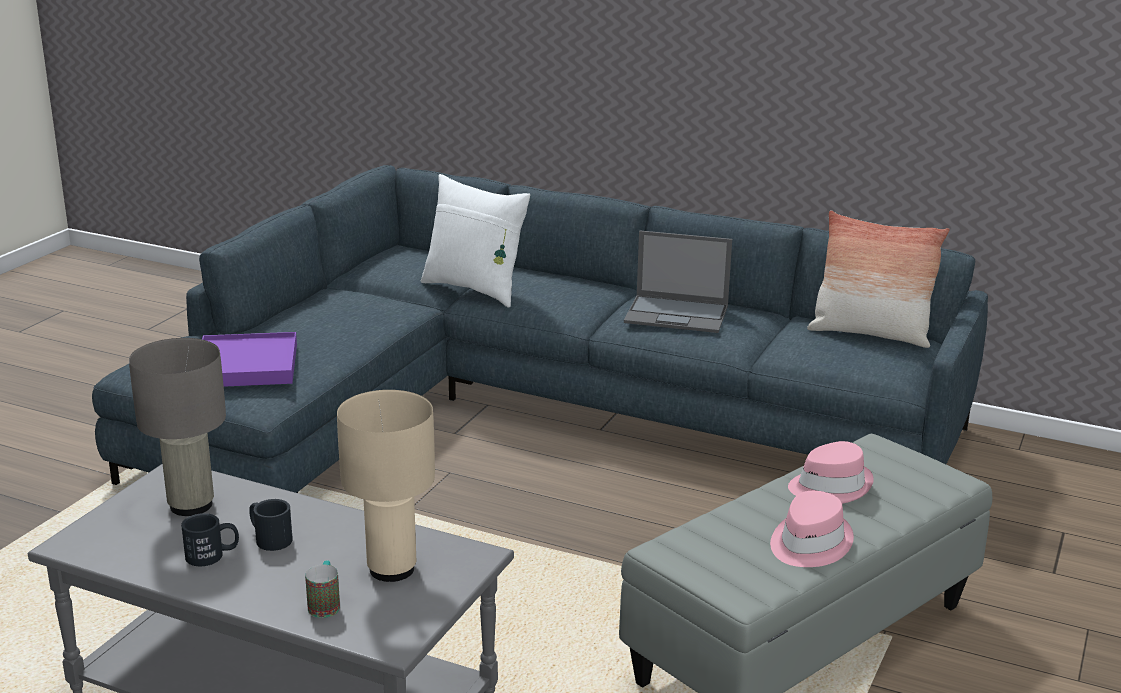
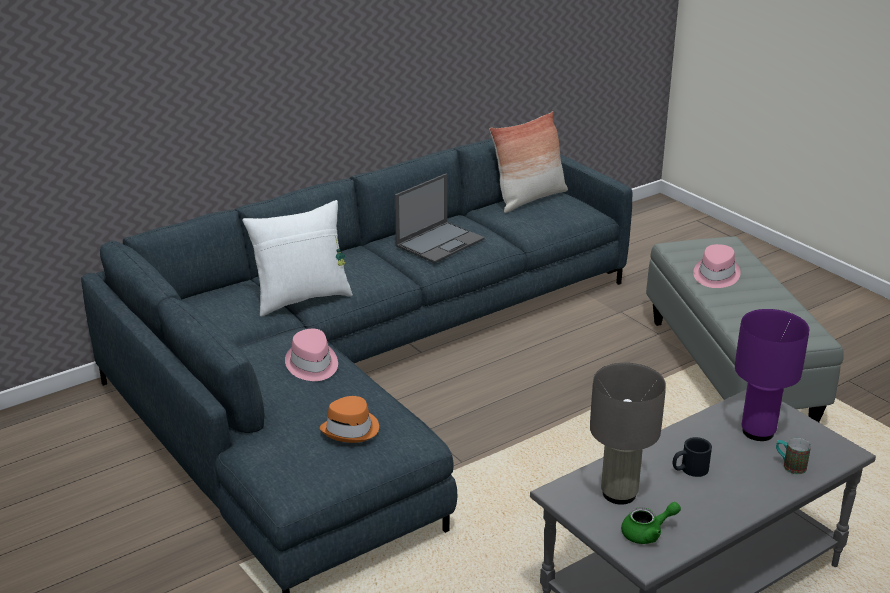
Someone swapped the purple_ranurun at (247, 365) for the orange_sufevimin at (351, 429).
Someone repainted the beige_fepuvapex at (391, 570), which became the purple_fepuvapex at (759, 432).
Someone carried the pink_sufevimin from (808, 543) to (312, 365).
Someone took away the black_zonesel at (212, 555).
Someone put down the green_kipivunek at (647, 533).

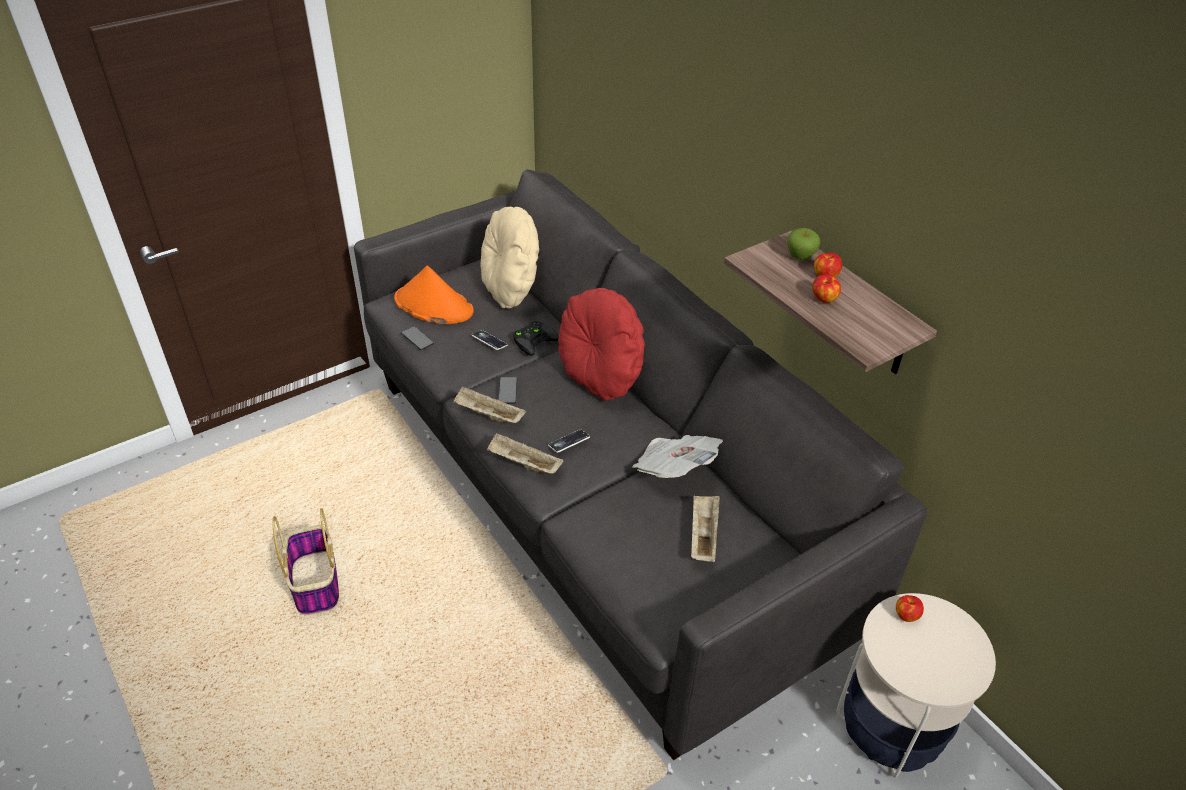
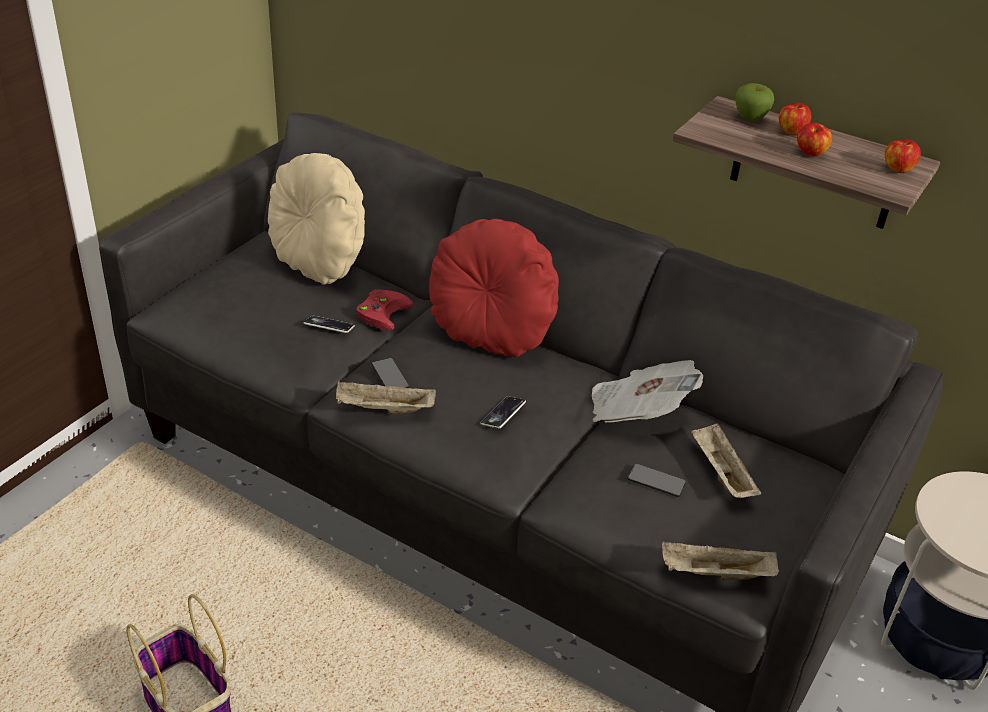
Someone took away the orange_sufevimin at (433, 306).
Someone repainted the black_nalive at (534, 339), which became the red_nalive at (382, 311).
Someone carried the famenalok from (417, 339) to (656, 481).
Someone carried the beige_ranurun from (523, 464) to (715, 574).
Someone carried the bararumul from (906, 615) to (897, 169).

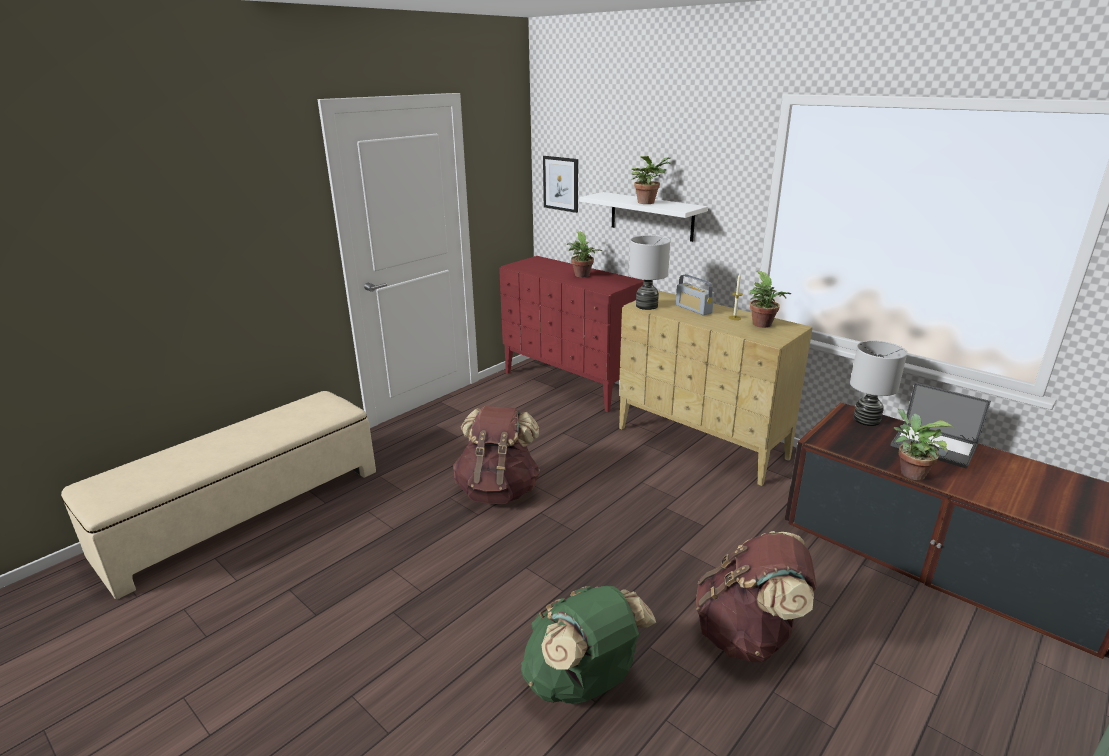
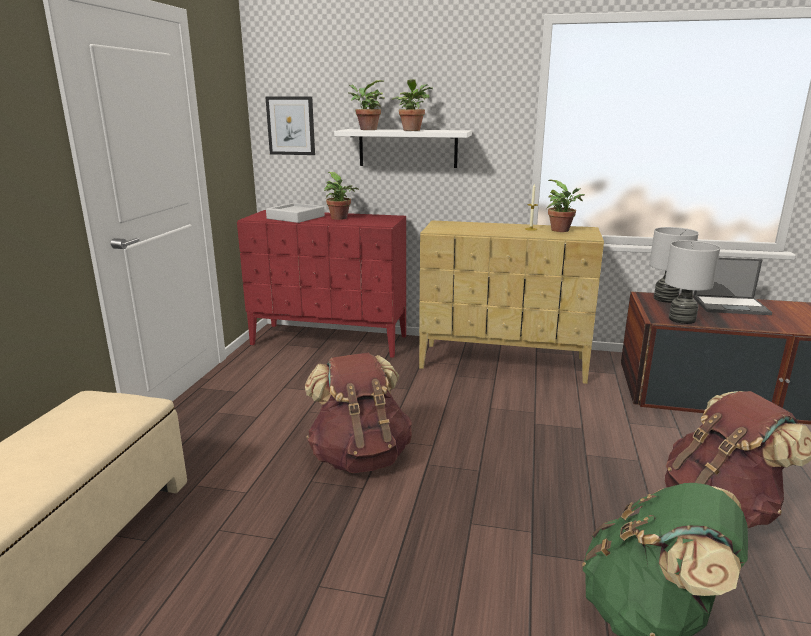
Someone carried the grey_fepuvapex from (647, 306) to (682, 319).
Someone took away the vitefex at (693, 309).
Someone carried the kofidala from (909, 473) to (366, 129).
Someone put down the grey_ranurun at (295, 217).

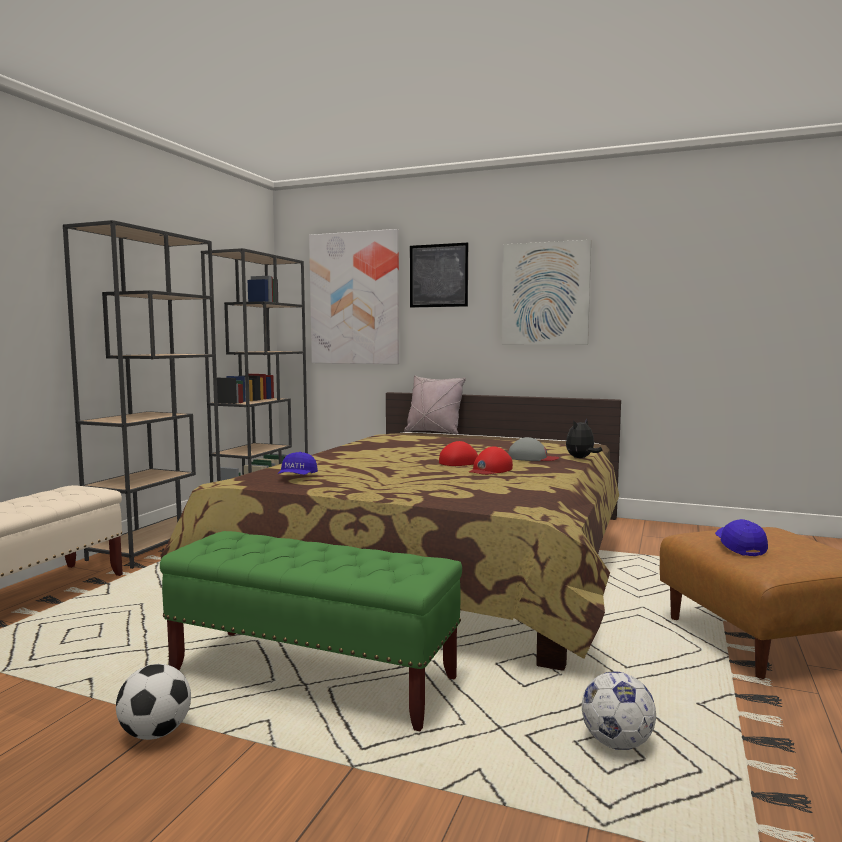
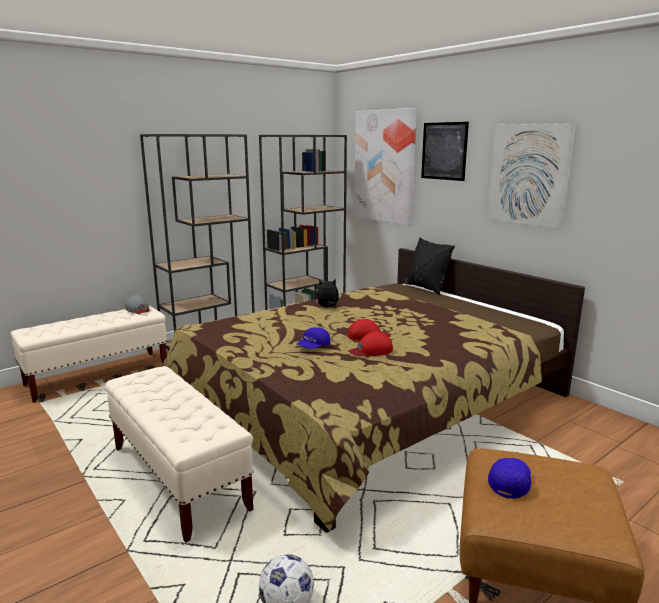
Someone repainted the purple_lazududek at (433, 432), which became the black_lazududek at (426, 288).
Someone carried the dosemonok from (581, 458) to (327, 307).
Someone carried the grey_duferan from (532, 458) to (138, 309).
Someone carried the blue_duferan from (297, 477) to (313, 347).
Someone repainted the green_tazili at (313, 676), which became the beige_tazili at (178, 477).
Someone took away the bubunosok at (155, 733).

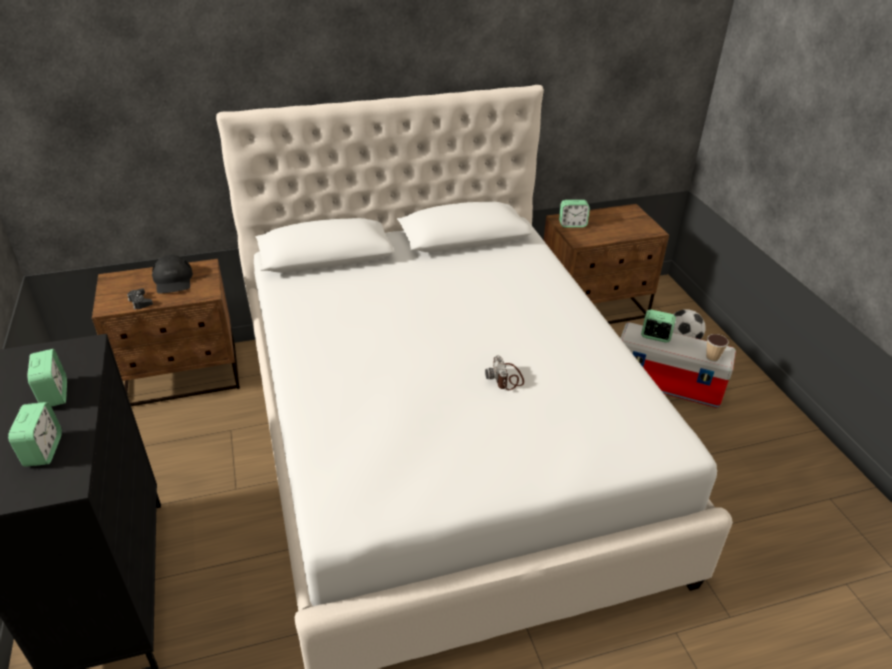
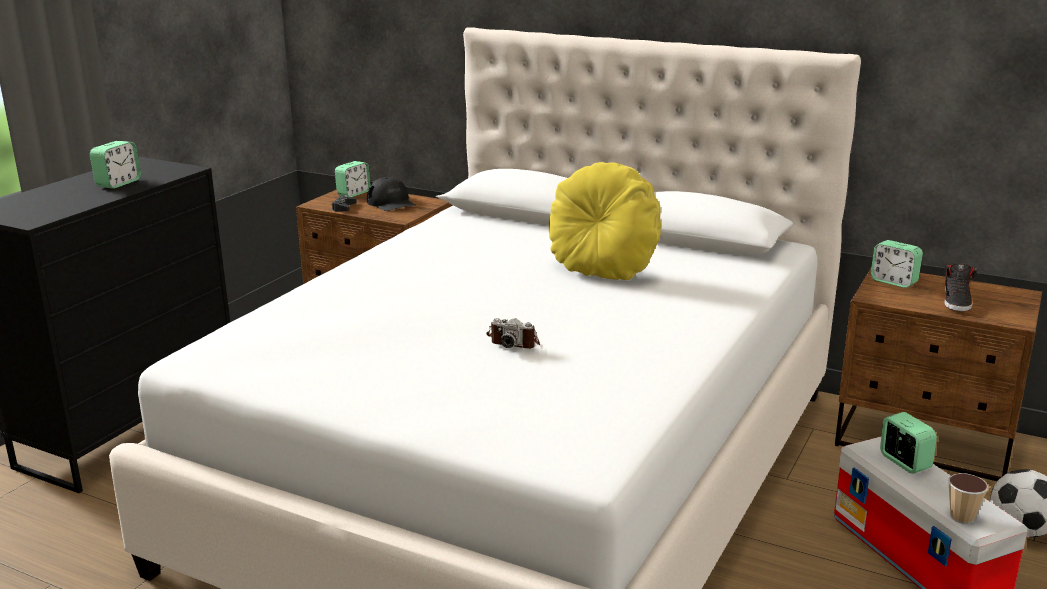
Someone rotated the black_duferan at (173, 280) by 60 degrees counterclockwise.
Someone rotated the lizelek at (506, 378) by 105 degrees counterclockwise.
Someone carried the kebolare from (43, 450) to (353, 193).
Someone put down the yellow_lazududek at (603, 272).
Someone put down the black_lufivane at (956, 301).

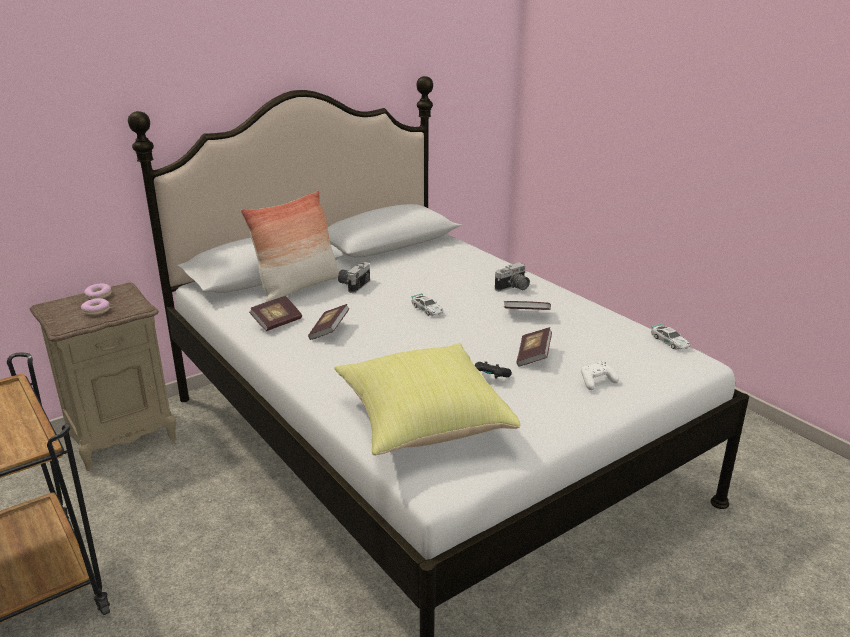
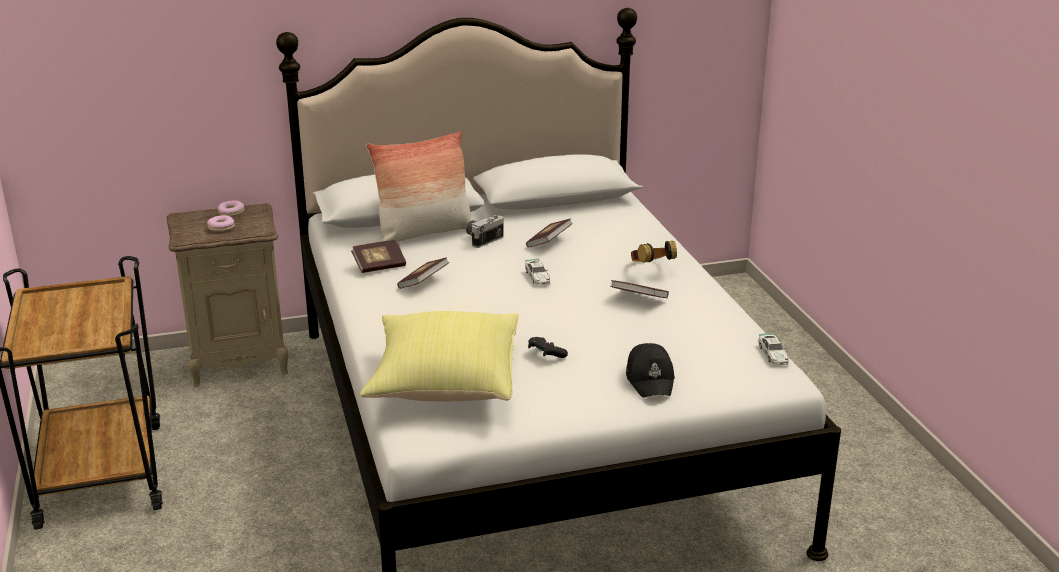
Someone swapped the lizelek at (513, 288) for the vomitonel at (651, 269).
Someone carried the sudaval from (533, 356) to (549, 242).
Someone swapped the white_nalive at (597, 382) for the black_duferan at (650, 379).

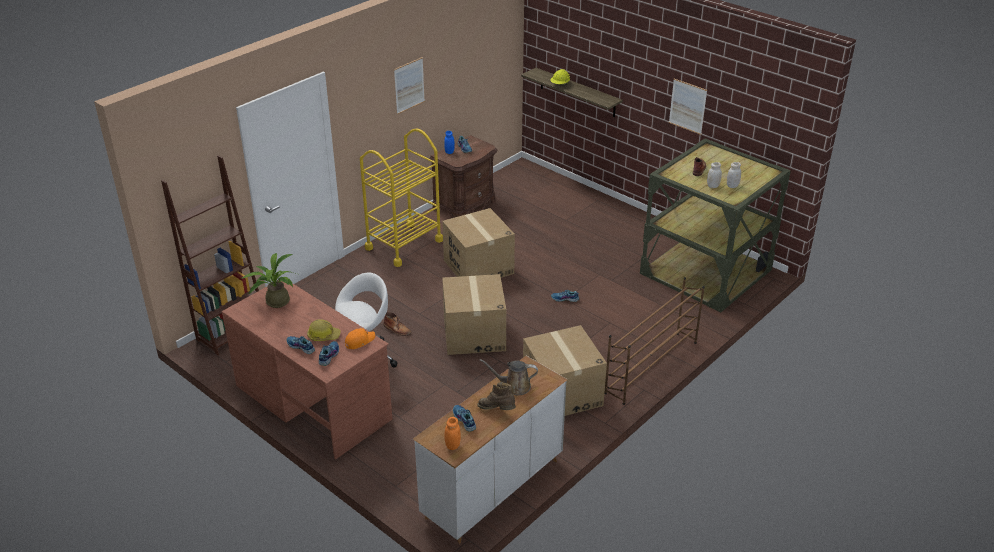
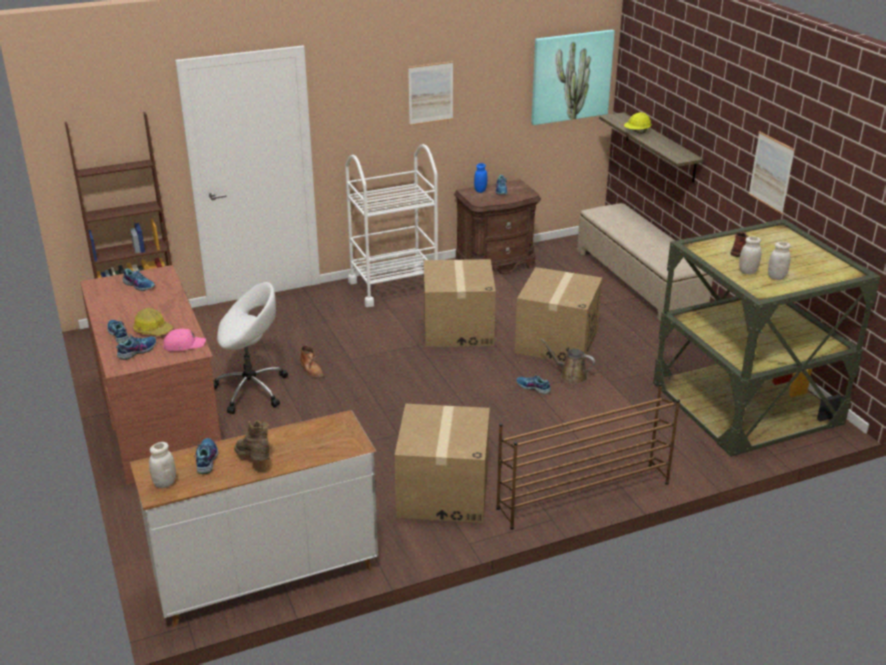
Someone repainted the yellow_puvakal at (404, 244), which became the white_puvakal at (393, 287).
Someone swapped the kofidala at (274, 301) for the lufivane at (139, 285).
Someone carried the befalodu from (474, 334) to (556, 341).
Someone repainted the orange_duferan at (359, 341), which became the pink_duferan at (183, 345).
Someone carried the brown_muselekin from (514, 386) to (570, 376).
Someone repainted the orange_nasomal at (452, 445), which became the white_nasomal at (165, 483).
Someone put up the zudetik at (571, 76).
Someone put down the beige_tazili at (639, 281).

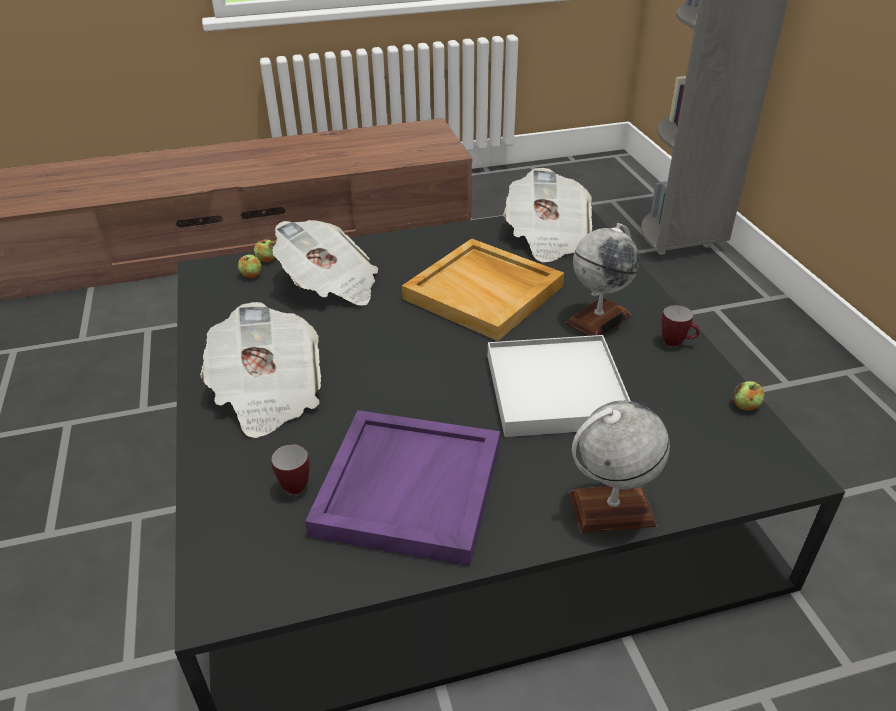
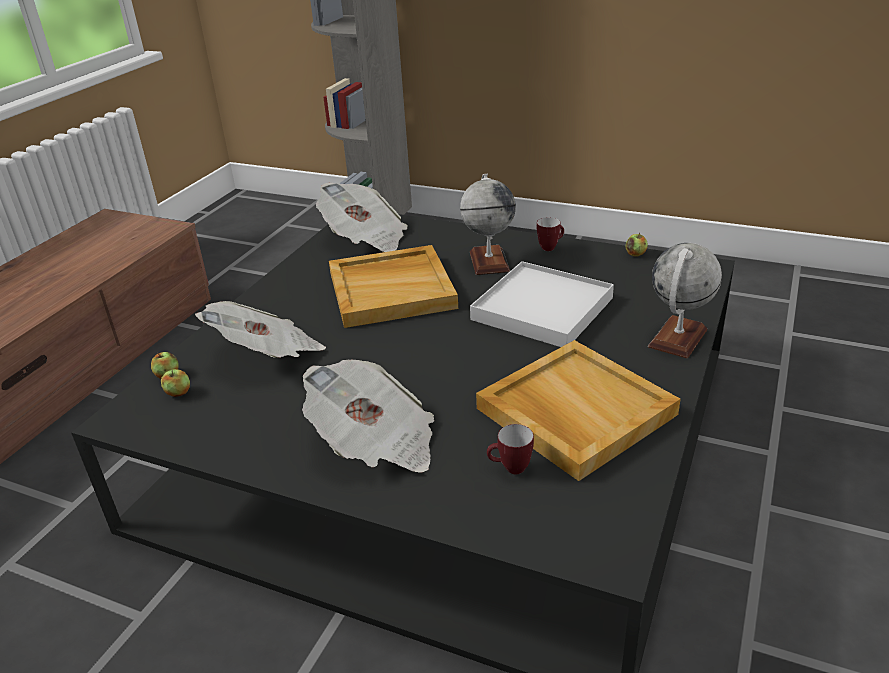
Someone repainted the purple_ranurun at (408, 487), which became the beige_ranurun at (573, 411).

